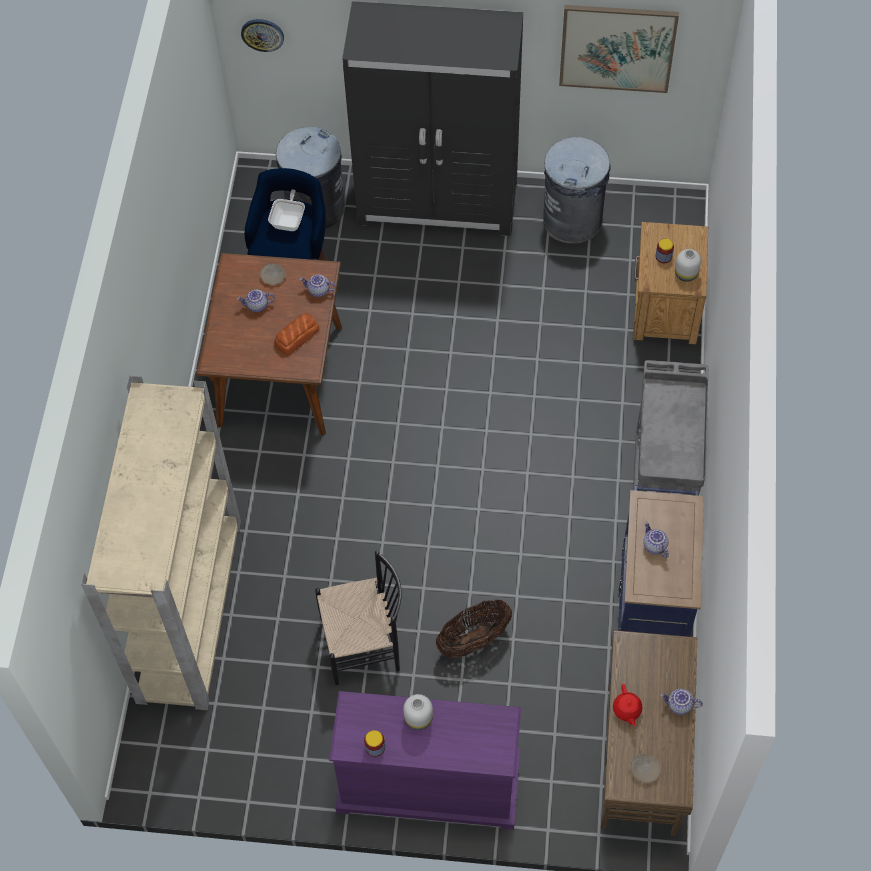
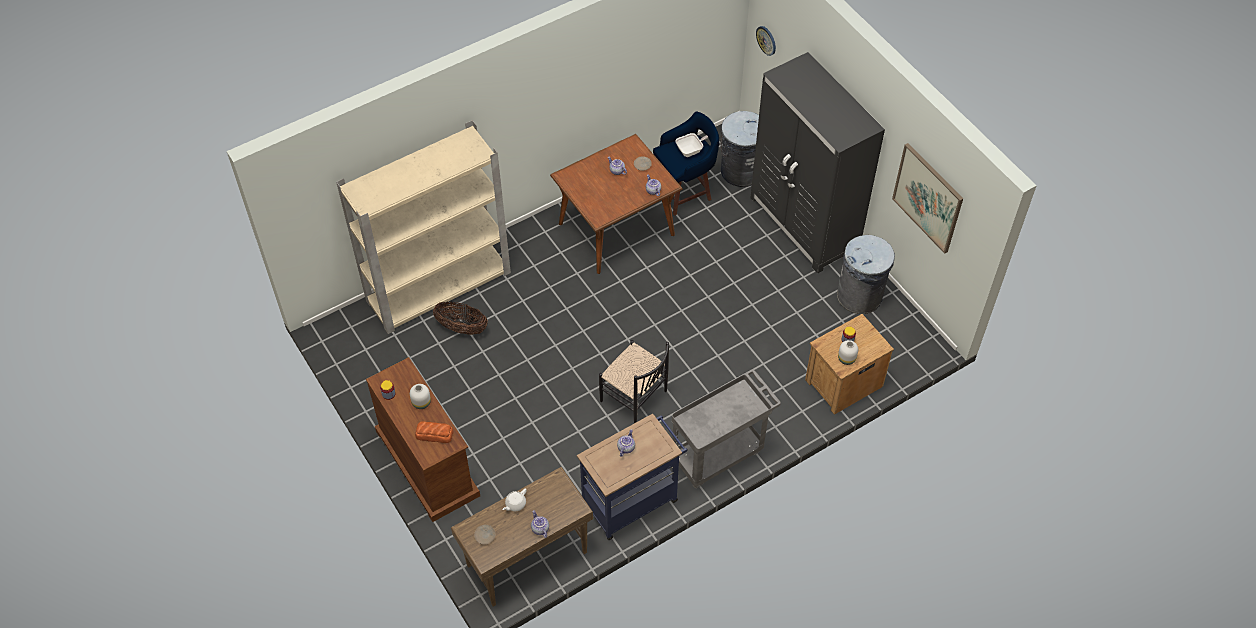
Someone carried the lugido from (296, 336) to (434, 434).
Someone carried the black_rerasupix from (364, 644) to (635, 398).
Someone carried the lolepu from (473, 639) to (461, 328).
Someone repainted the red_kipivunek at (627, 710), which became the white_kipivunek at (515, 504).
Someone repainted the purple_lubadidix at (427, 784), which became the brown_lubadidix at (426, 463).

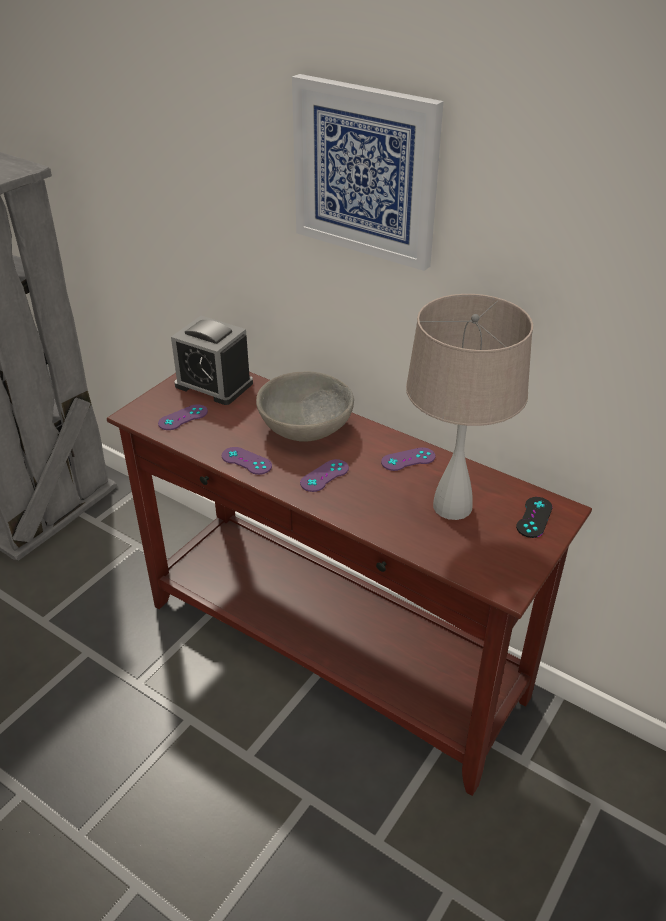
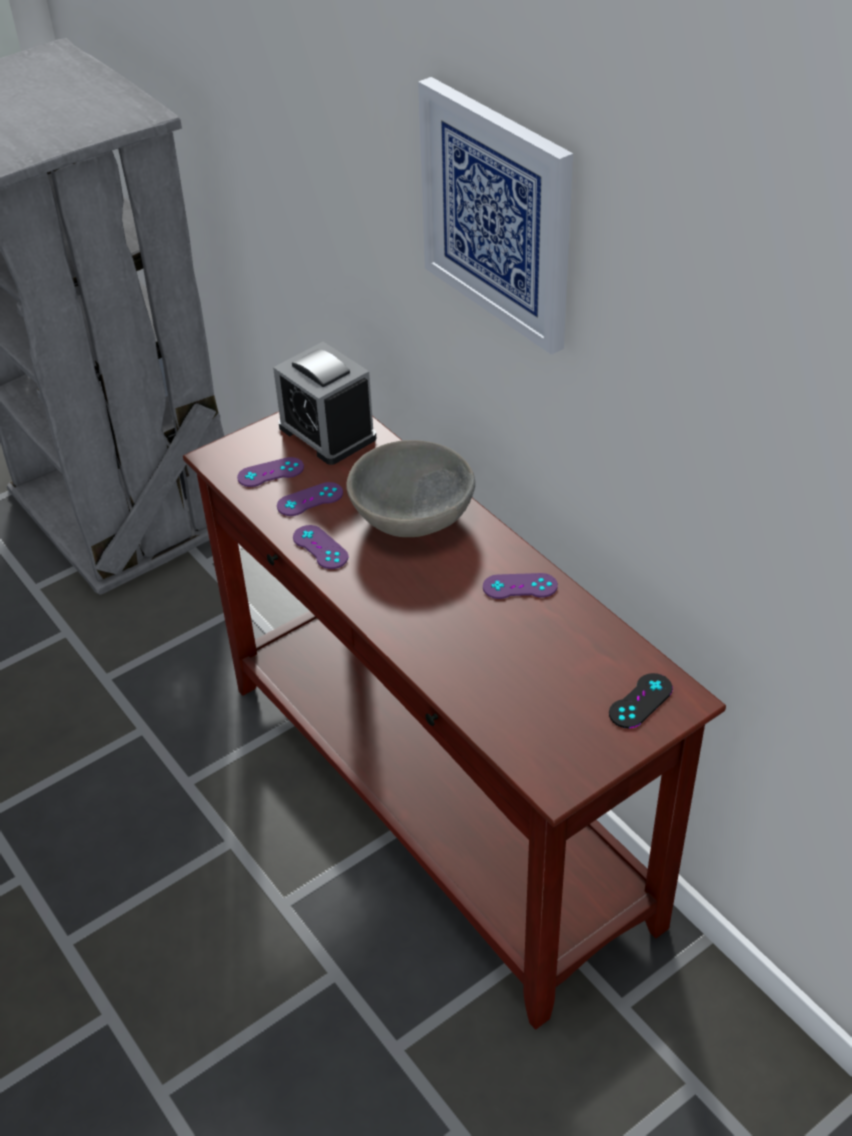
Someone took away the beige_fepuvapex at (452, 507).
Someone carried the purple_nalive from (324, 476) to (310, 499).

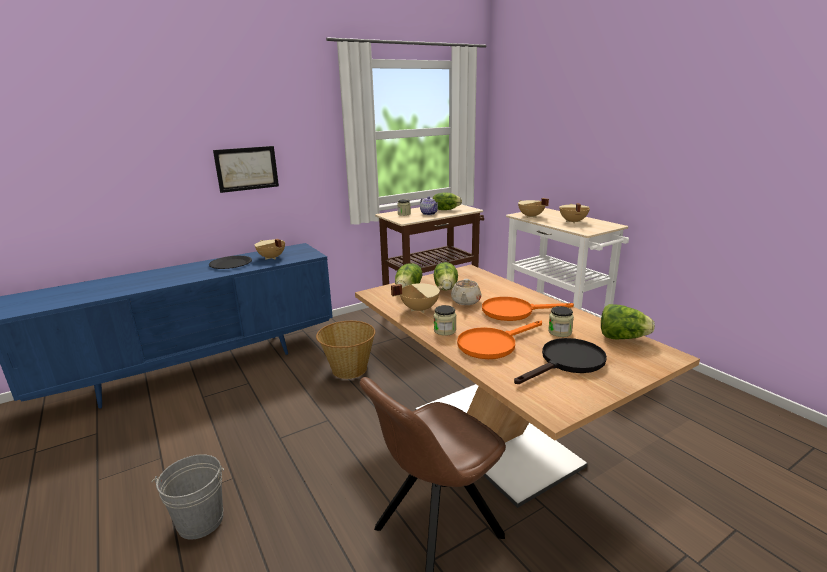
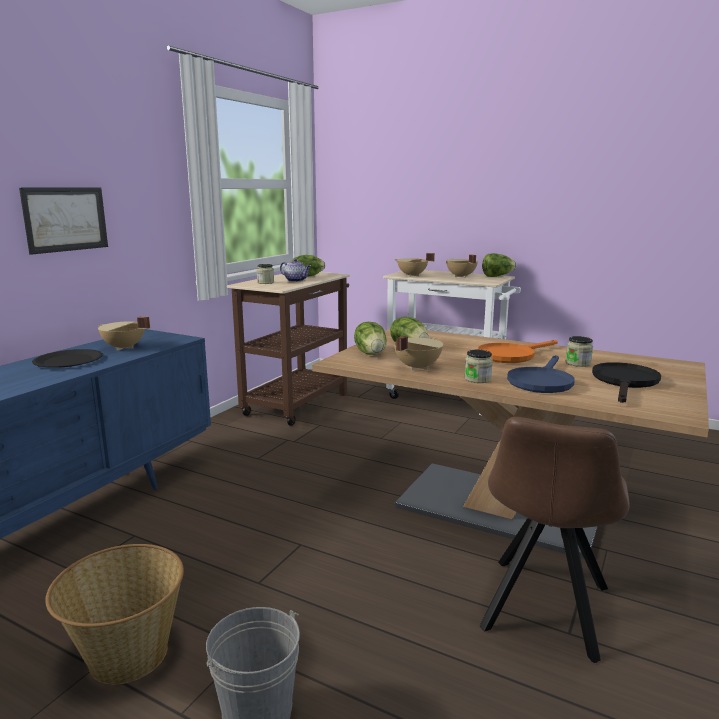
Someone took away the beige_kipivunek at (465, 301).
Someone carried the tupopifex from (622, 338) to (497, 276).
Someone carried the lolepu from (348, 369) to (127, 655).
Someone repainted the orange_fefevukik at (492, 344), which became the blue_fefevukik at (541, 381).

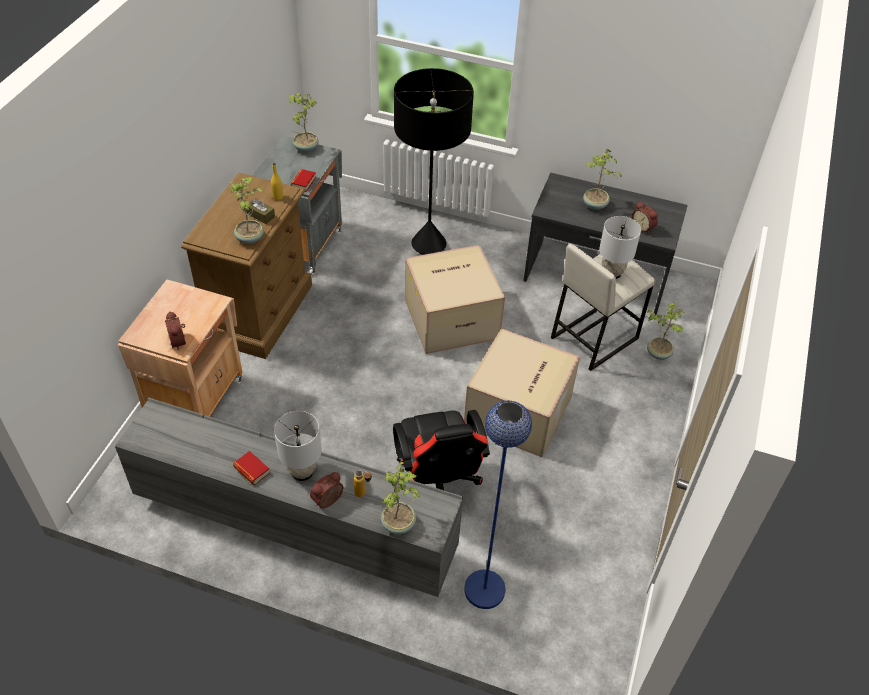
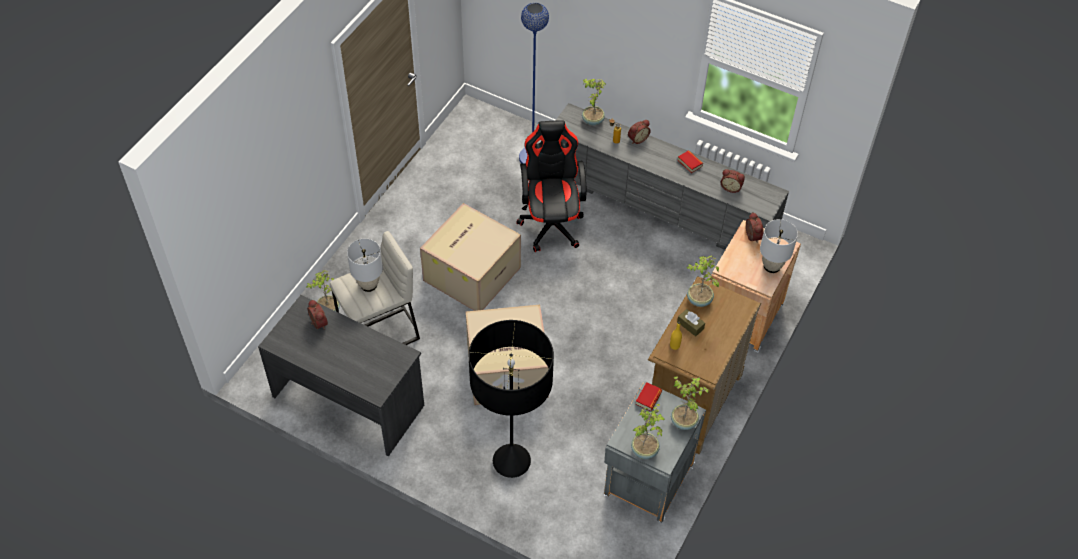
Someone carried the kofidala from (594, 205) to (684, 421).
Someone carried the white_fepuvapex from (302, 471) to (772, 266).
Someone put down the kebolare at (731, 187).

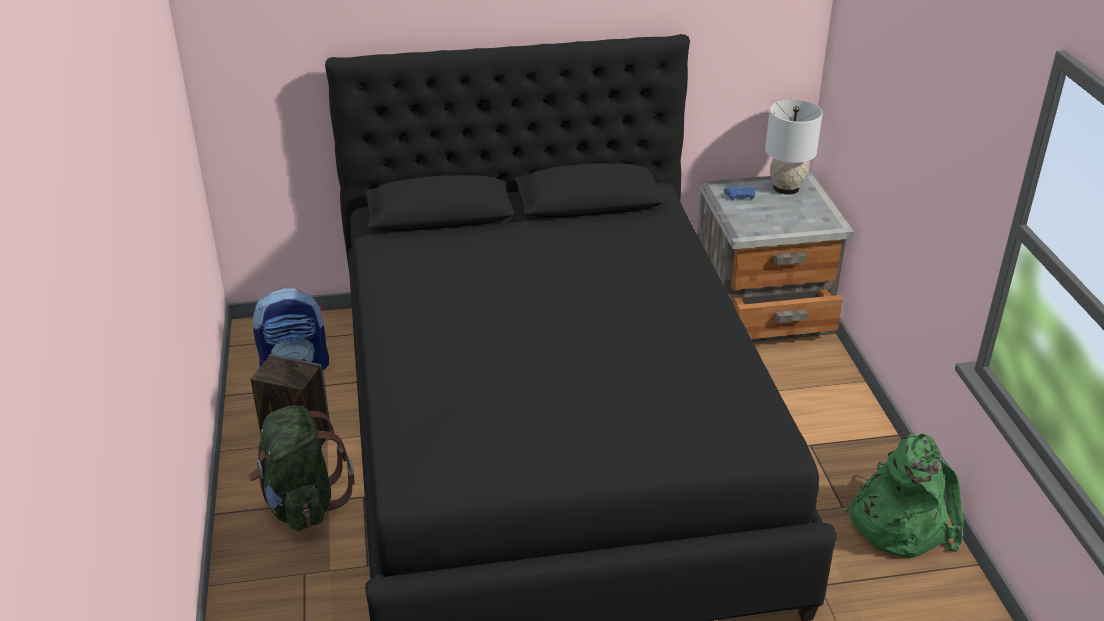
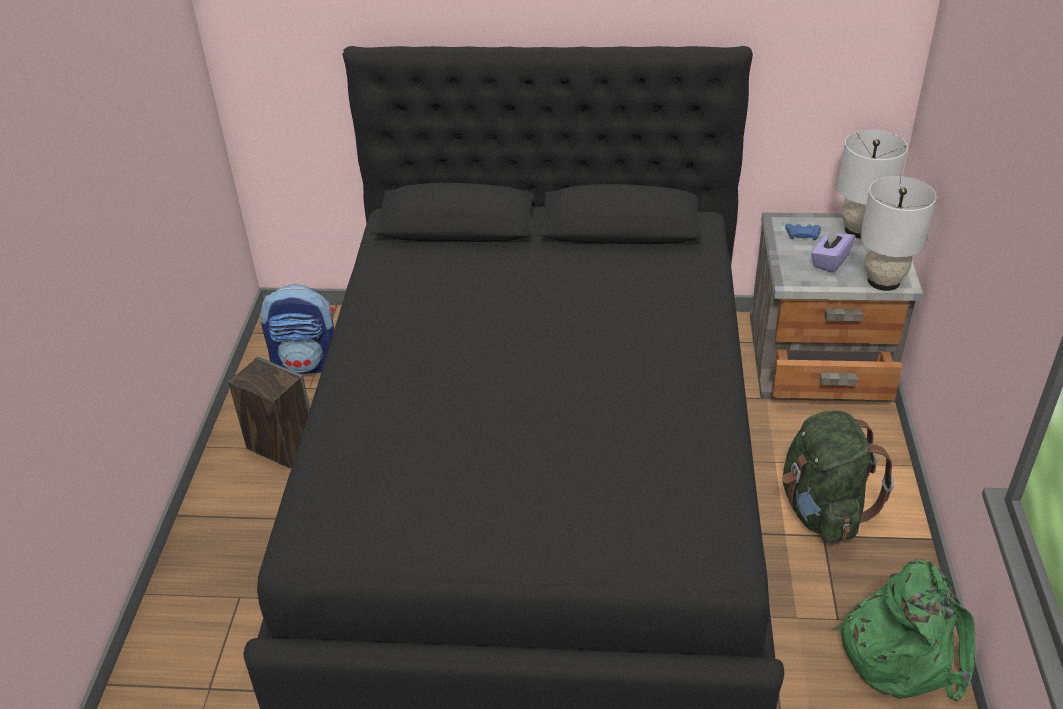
Someone carried the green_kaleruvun from (302, 503) to (822, 510).
Someone put down the white_fepuvapex at (883, 281).
Someone put down the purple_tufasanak at (830, 261).

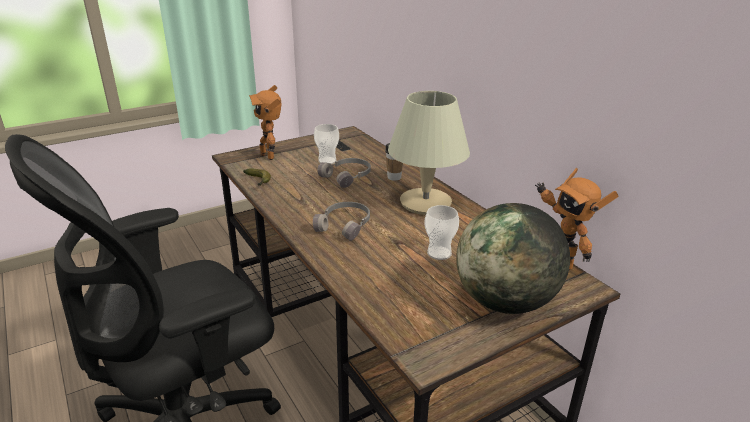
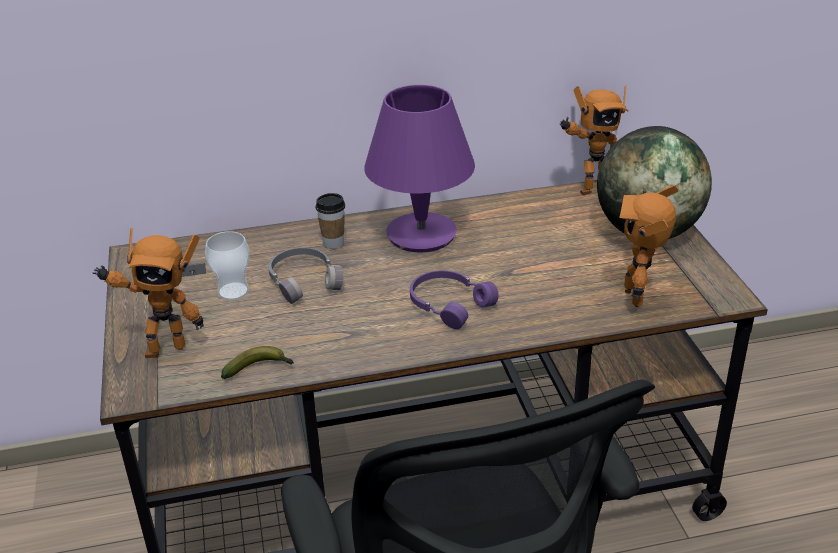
Someone repainted the beige_fepuvapex at (425, 203), which became the purple_fepuvapex at (422, 234).
Someone repainted the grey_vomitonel at (345, 225), which became the purple_vomitonel at (449, 304).
Someone took away the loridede at (439, 253).
Someone put down the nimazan at (638, 296).

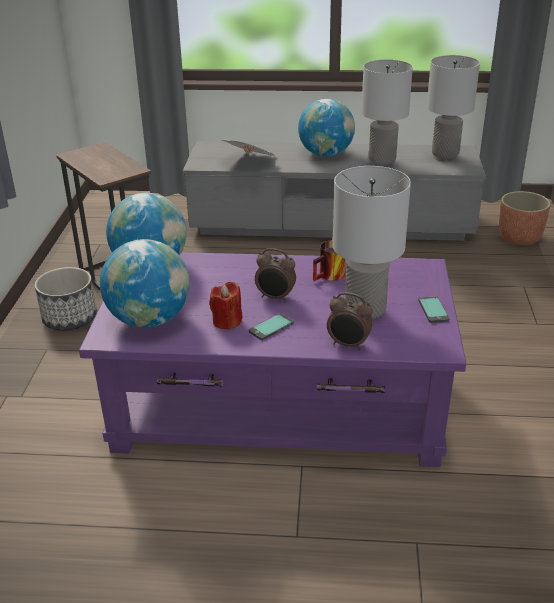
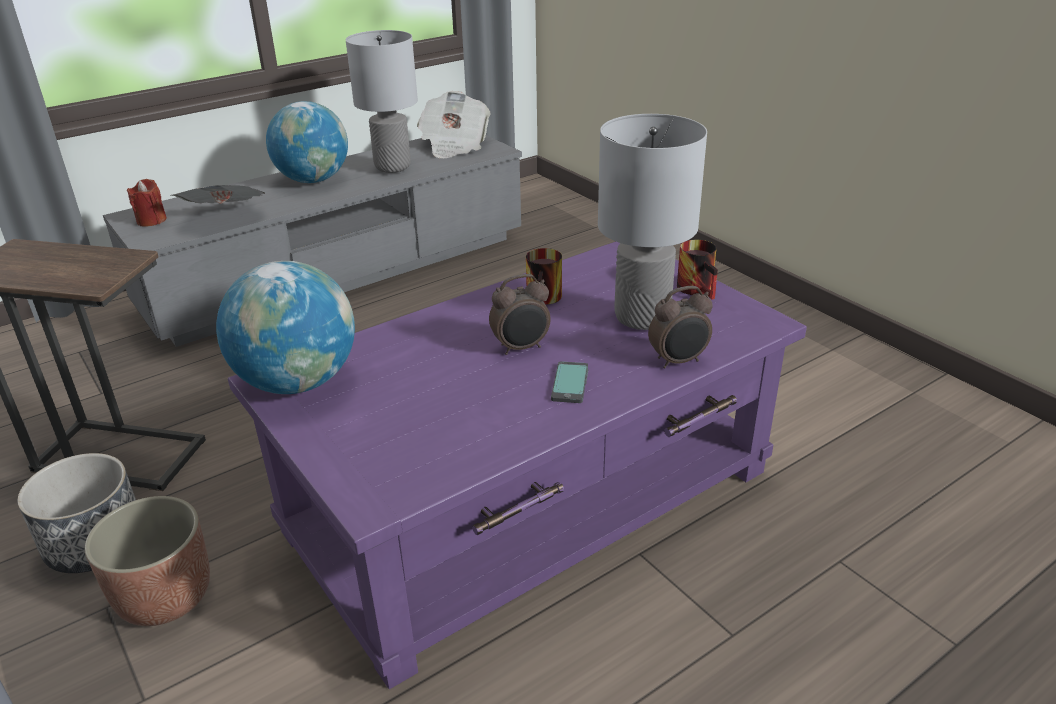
Someone swapped the grey_fepuvapex at (445, 157) for the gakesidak at (454, 145).
Someone carried the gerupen from (519, 238) to (165, 596).
Someone took away the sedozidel at (149, 320).
Someone carried the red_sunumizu from (227, 321) to (151, 220).
Someone swapped the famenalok at (433, 310) for the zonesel at (700, 289).

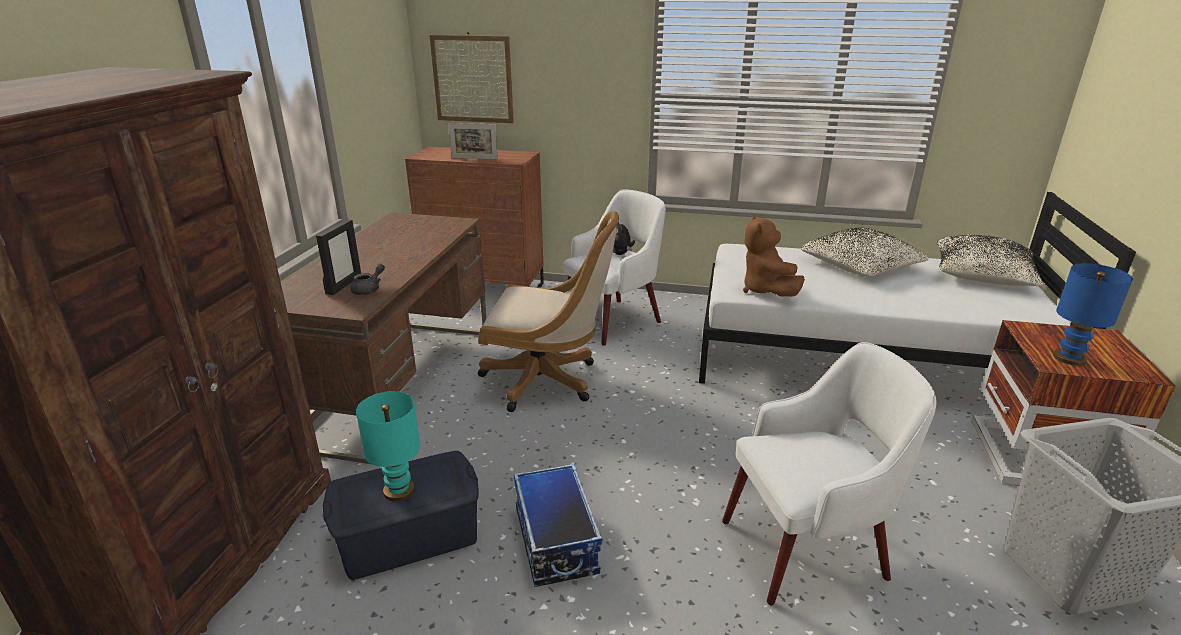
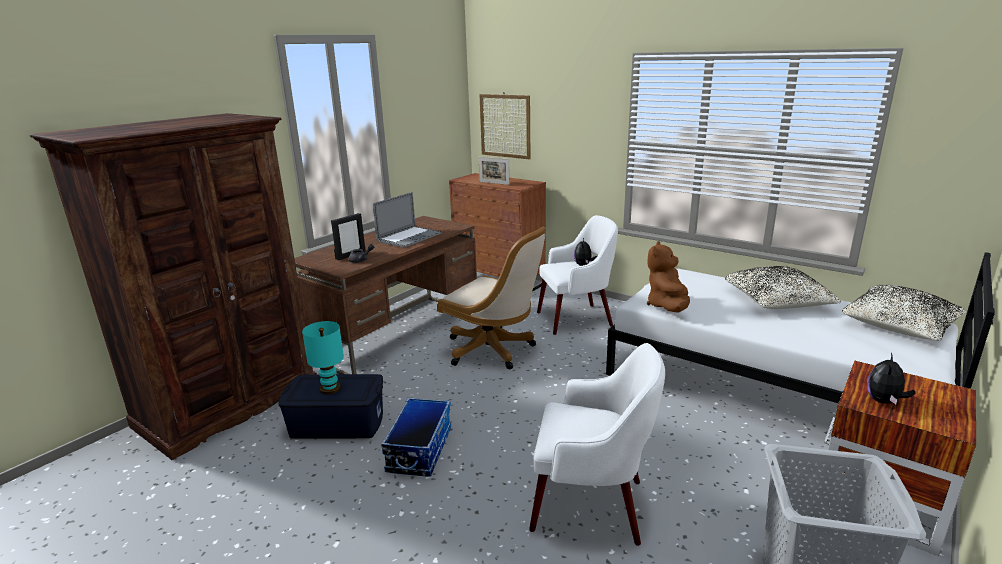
Someone swapped the blue_fepuvapex at (1070, 358) for the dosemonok at (884, 401).
Someone put down the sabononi at (409, 237).

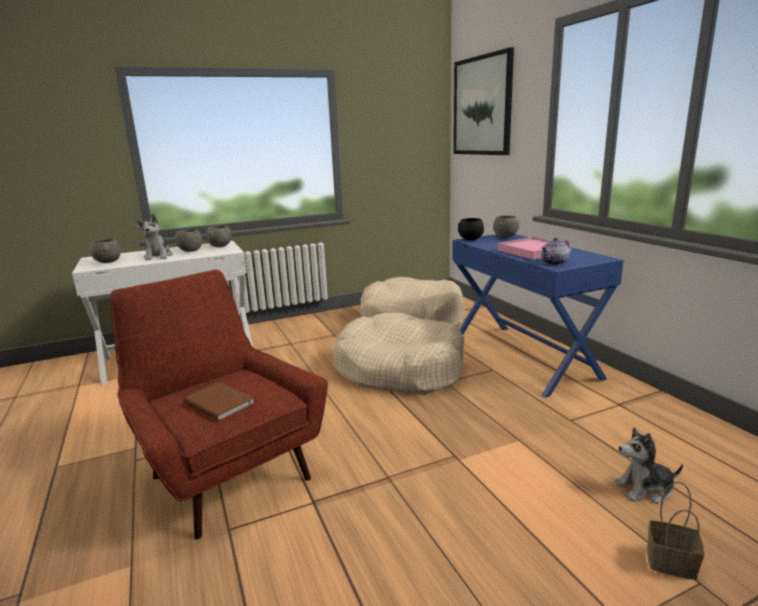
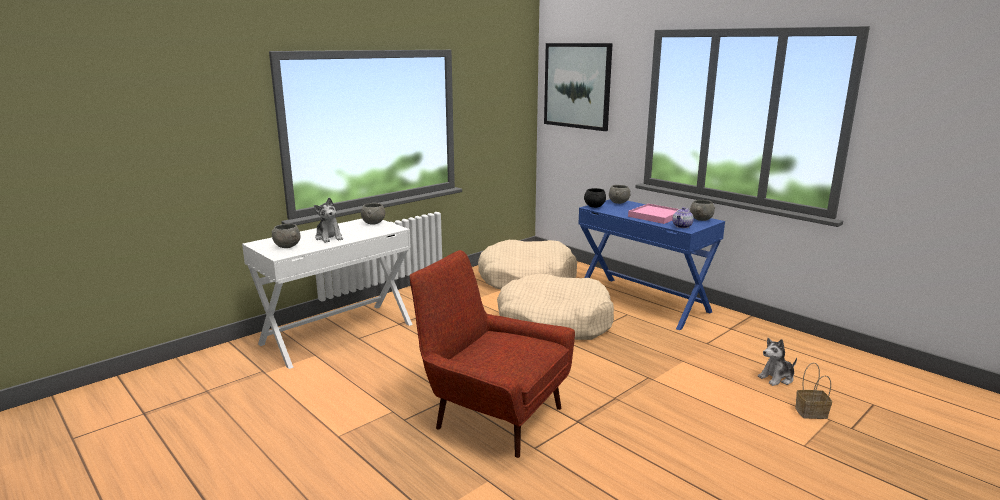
Someone carried the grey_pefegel from (190, 251) to (700, 220).
Someone took away the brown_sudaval at (221, 402).

